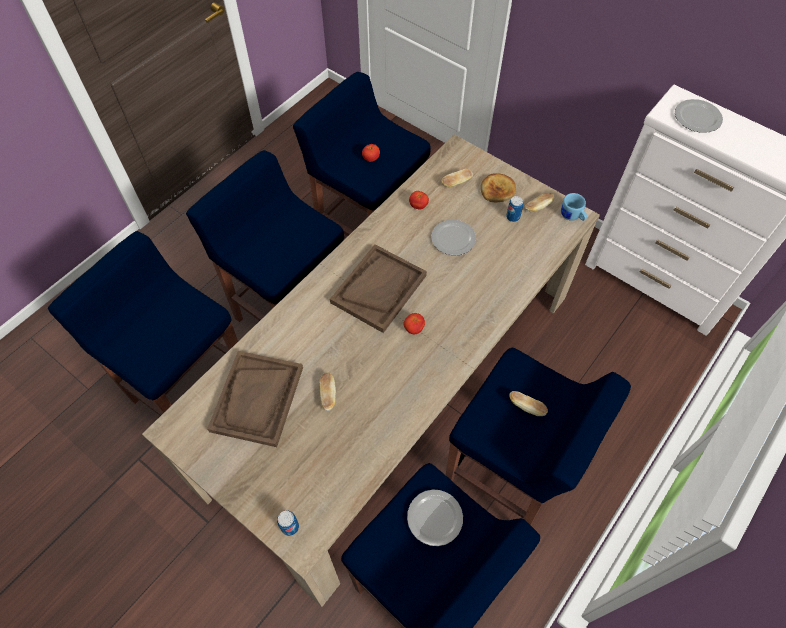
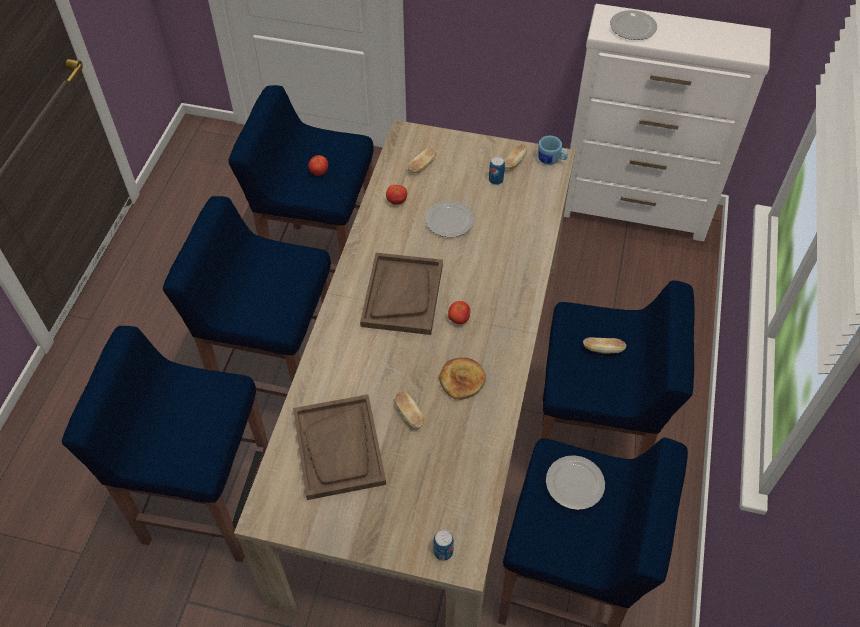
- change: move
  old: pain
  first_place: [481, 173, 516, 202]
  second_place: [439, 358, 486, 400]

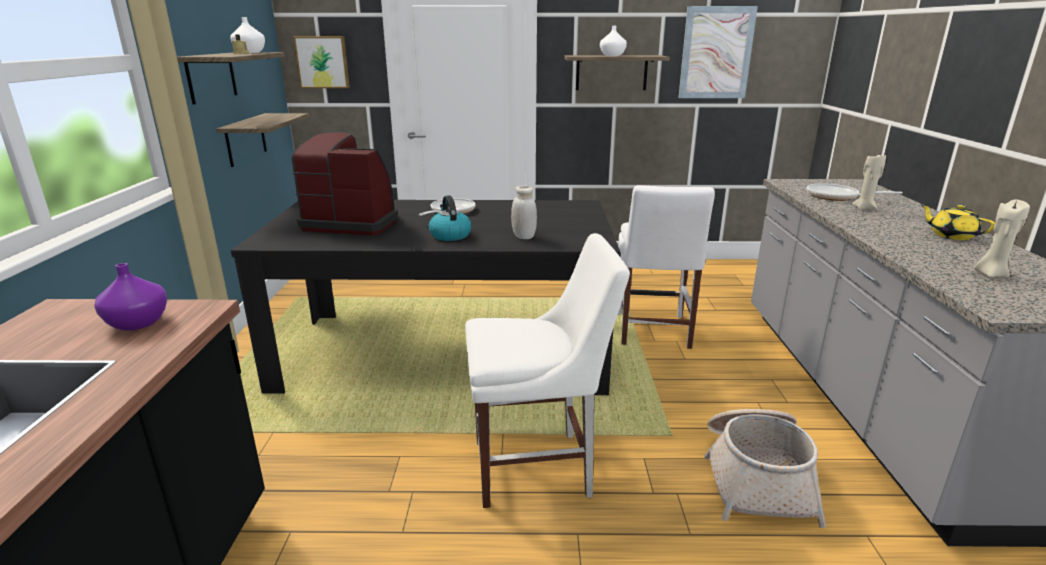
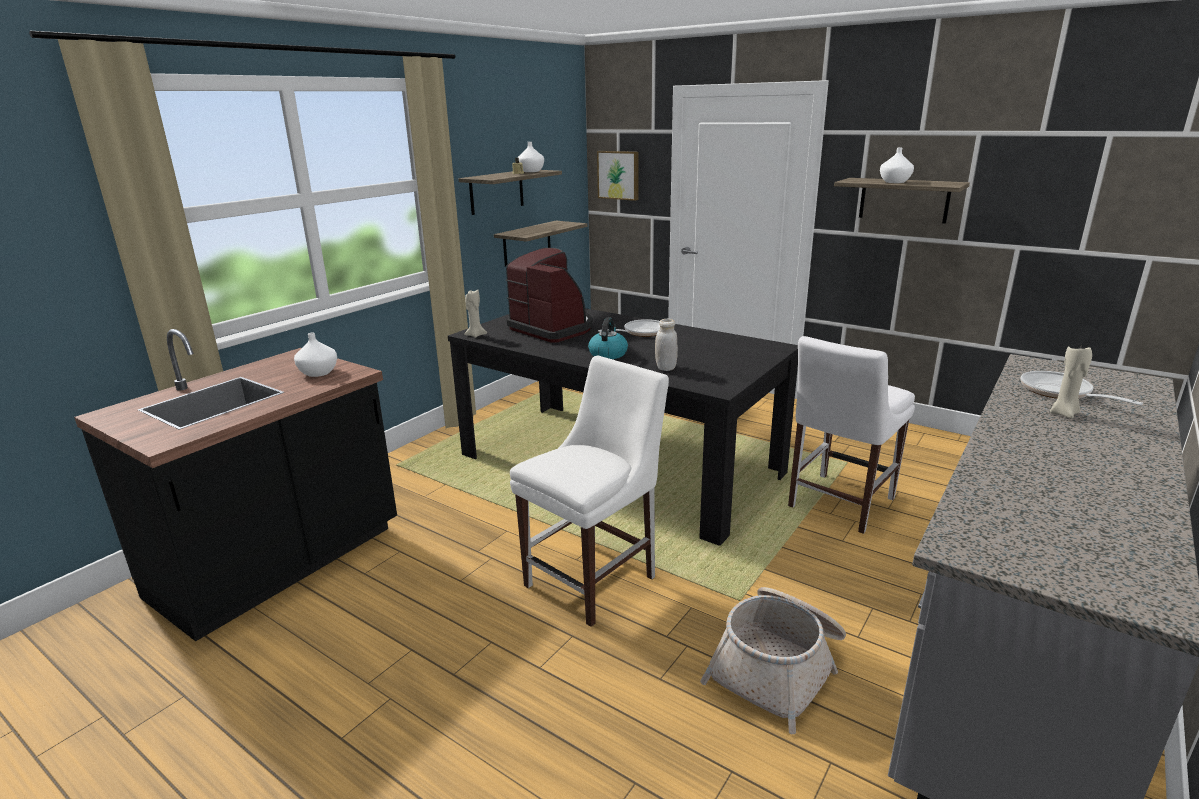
- change: delete
  old: tableau
  first_place: [679, 6, 758, 98]
- change: delete
  old: théière (jaune)
  first_place: [921, 205, 995, 240]
- change: move
  old: bougie (beige)
  first_place: [974, 199, 1030, 278]
  second_place: [464, 289, 487, 338]
- change: recolor
  old: vase (violet)
  new: vase (blanc)
  first_place: [94, 263, 167, 331]
  second_place: [294, 333, 337, 377]
- change: rotate
  old: chaise (blanc)
  first_place: [465, 233, 630, 508]
  second_place: [510, 356, 669, 627]
  degrees: -75

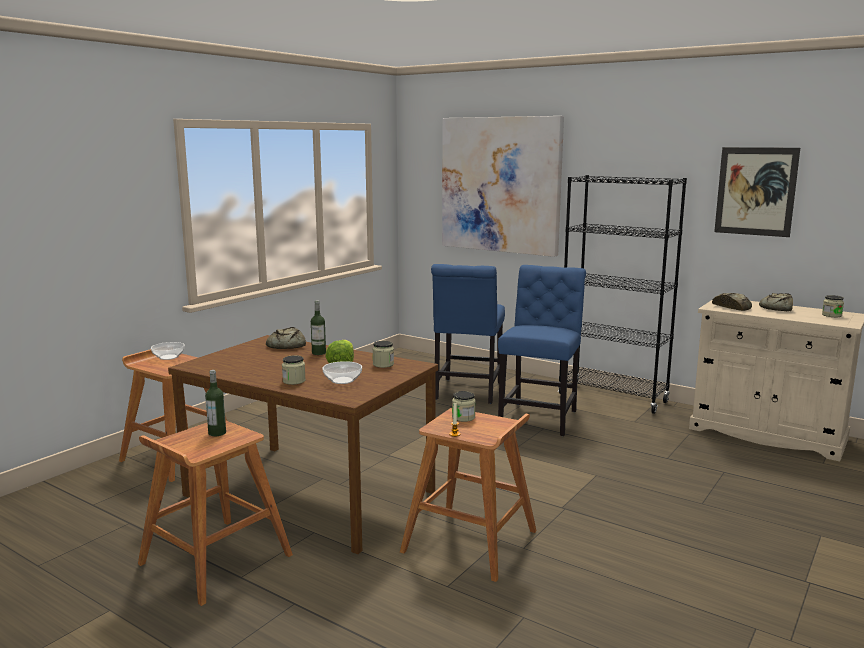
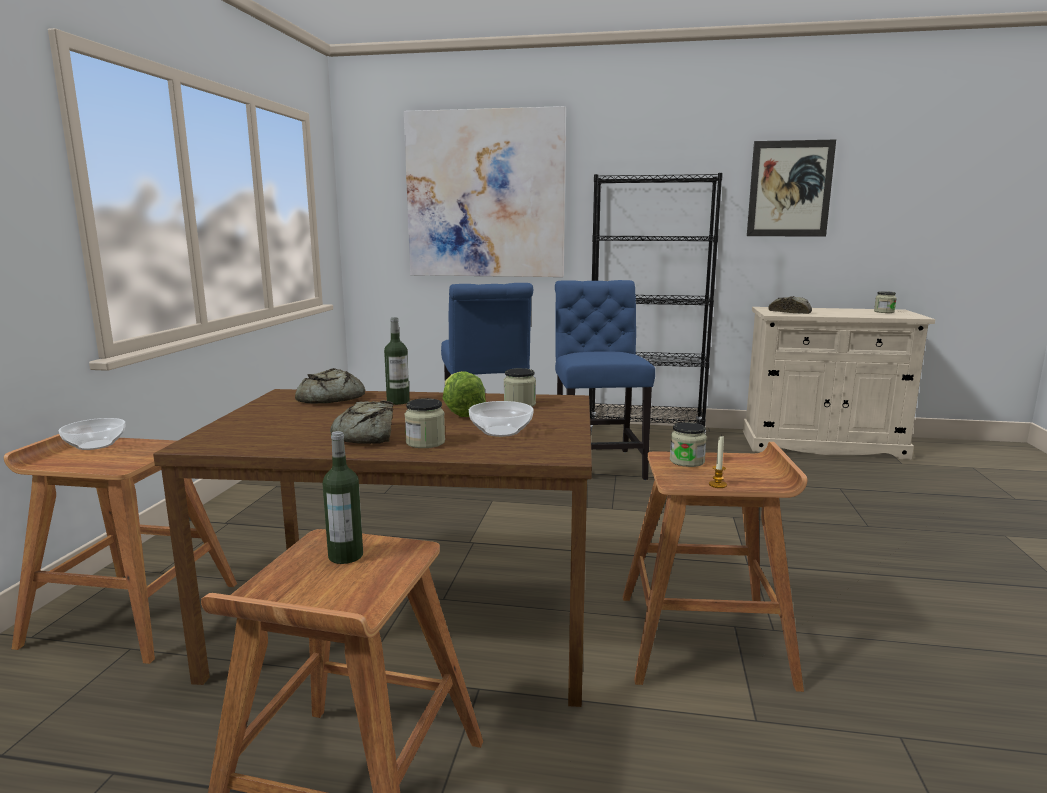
- change: move
  old: pain
  first_place: [759, 293, 793, 311]
  second_place: [330, 401, 394, 444]

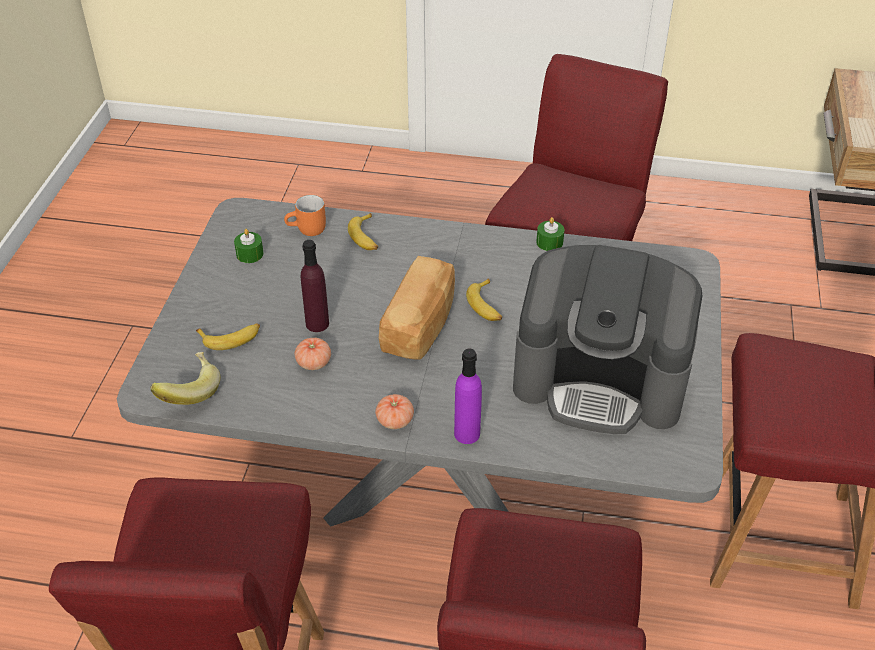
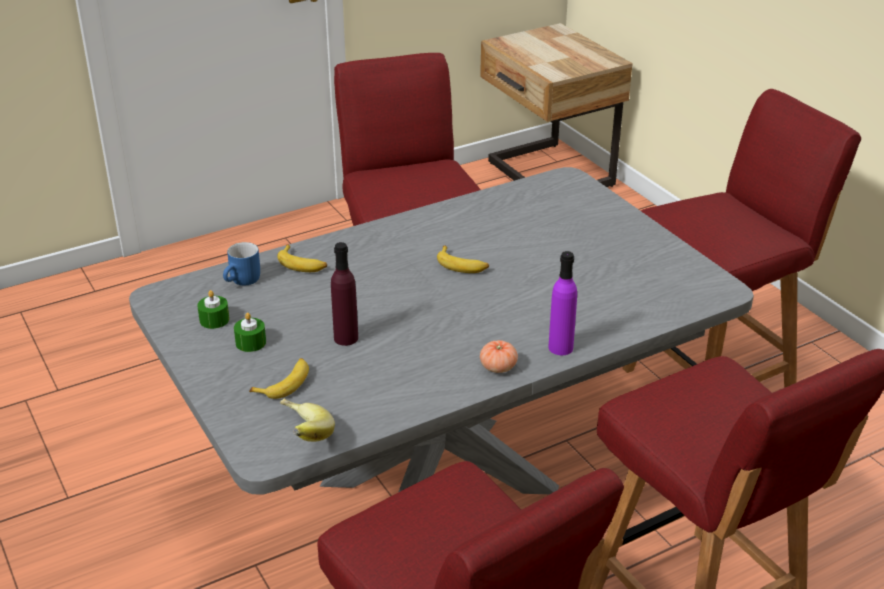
- change: delete
  old: tomate
  first_place: [295, 338, 331, 370]
- change: delete
  old: pain
  first_place: [379, 256, 455, 359]
- change: delete
  old: machine à café
  first_place: [513, 245, 702, 434]
- change: move
  old: bougie (vert)
  first_place: [536, 217, 565, 251]
  second_place: [234, 313, 266, 352]
- change: recolor
  old: mug (orange)
  new: mug (bleu)
  first_place: [284, 195, 326, 236]
  second_place: [223, 242, 260, 286]

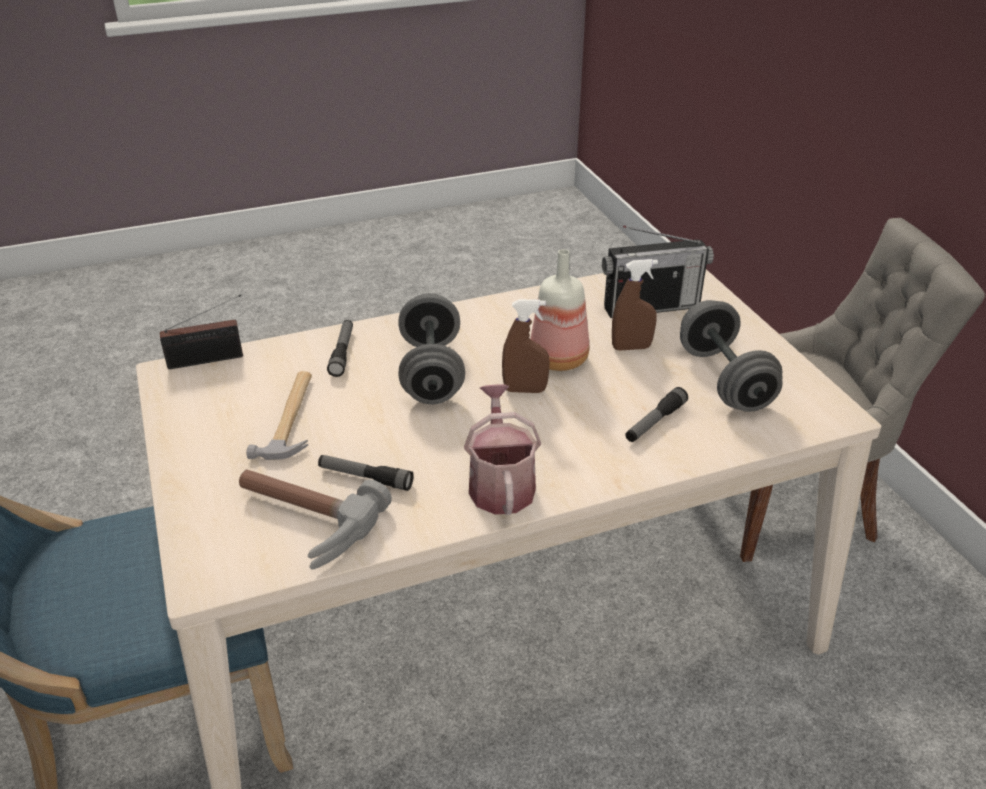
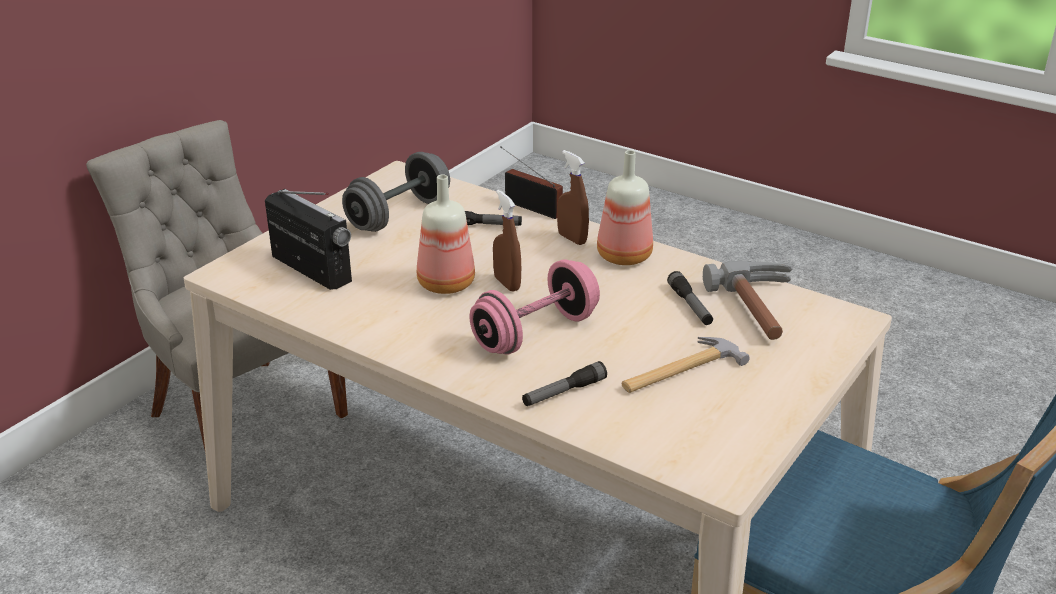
- change: move
  old: radio
  first_place: [160, 295, 243, 369]
  second_place: [500, 146, 563, 219]
- change: move
  old: vaporisateur (marron)
  first_place: [612, 259, 658, 351]
  second_place: [557, 150, 589, 245]
- change: replace
  old: arrosoir
  new: bouteille
  first_place: [464, 384, 541, 515]
  second_place: [597, 150, 653, 265]
- change: recolor
  old: haltère (gris)
  new: haltère (rose)
  first_place: [398, 293, 465, 404]
  second_place: [469, 259, 600, 354]

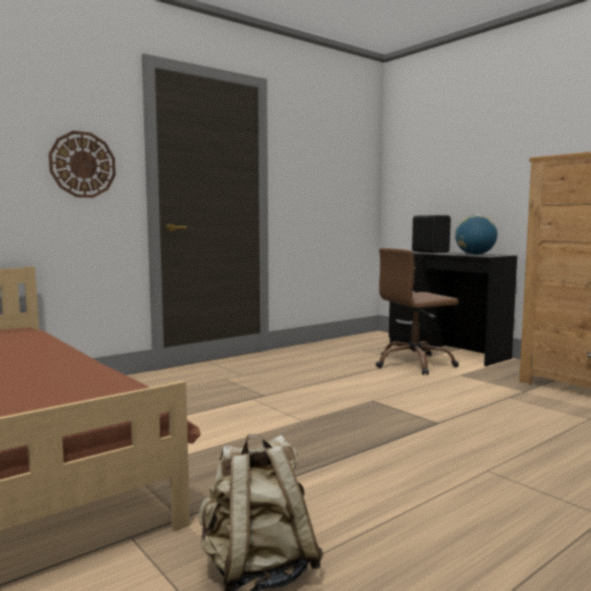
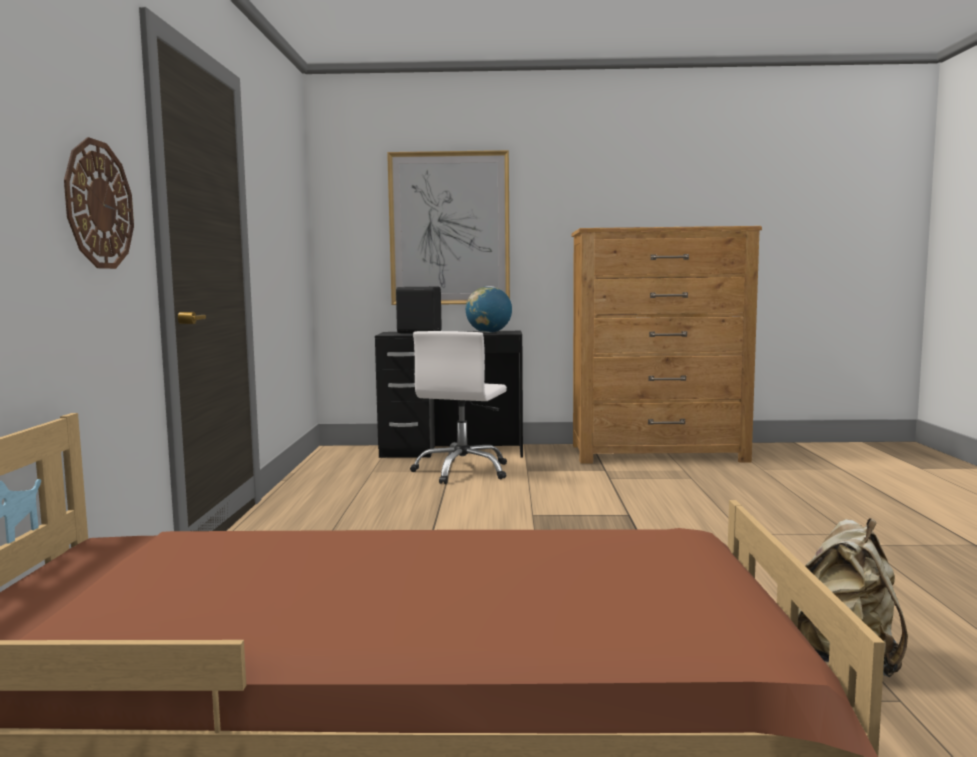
- change: insert
  new: tableau
  second_place: [387, 150, 510, 305]
- change: recolor
  old: chaise de bureau (marron)
  new: chaise de bureau (blanc)
  first_place: [376, 248, 459, 375]
  second_place: [410, 331, 507, 484]

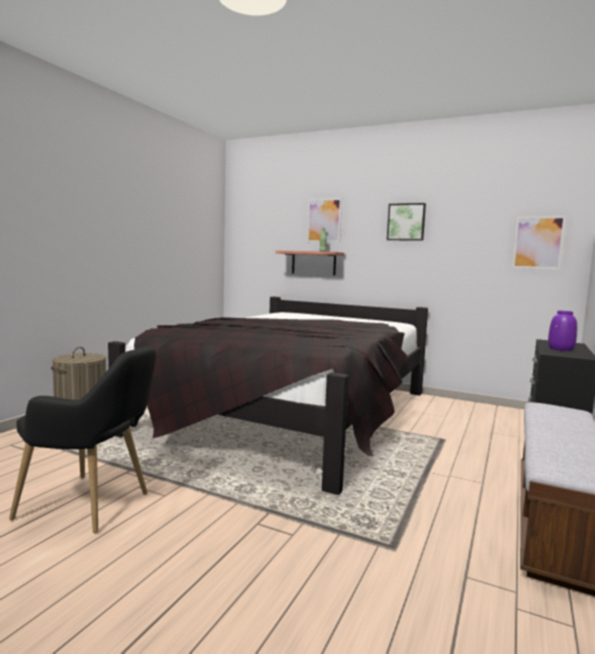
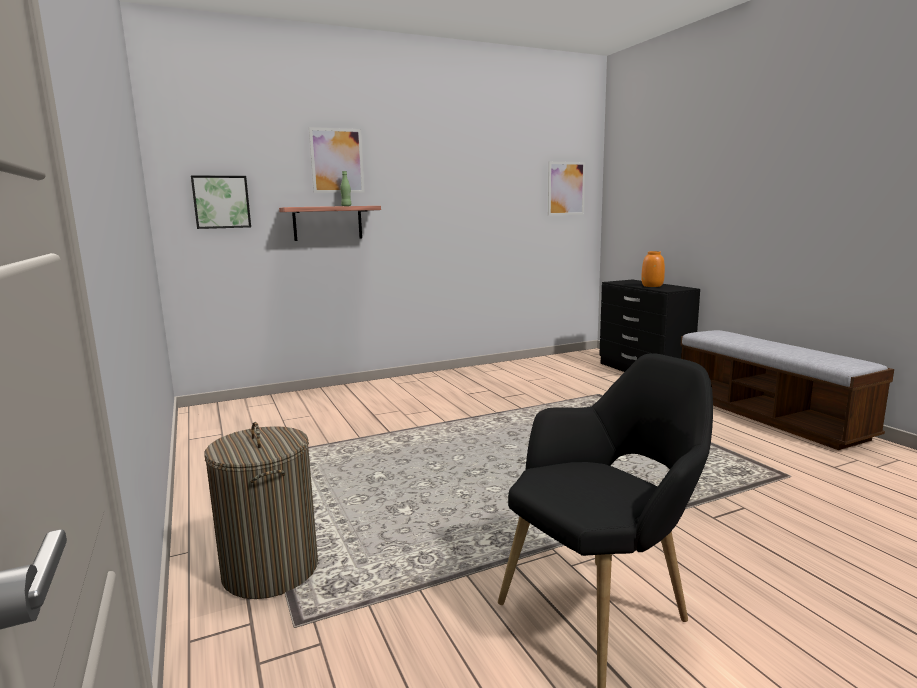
- change: delete
  old: lit (noir)
  first_place: [108, 297, 428, 495]
- change: move
  old: tableau
  first_place: [387, 203, 426, 241]
  second_place: [191, 176, 251, 229]
- change: recolor
  old: vase (violet)
  new: vase (orange)
  first_place: [548, 311, 577, 351]
  second_place: [641, 251, 665, 287]

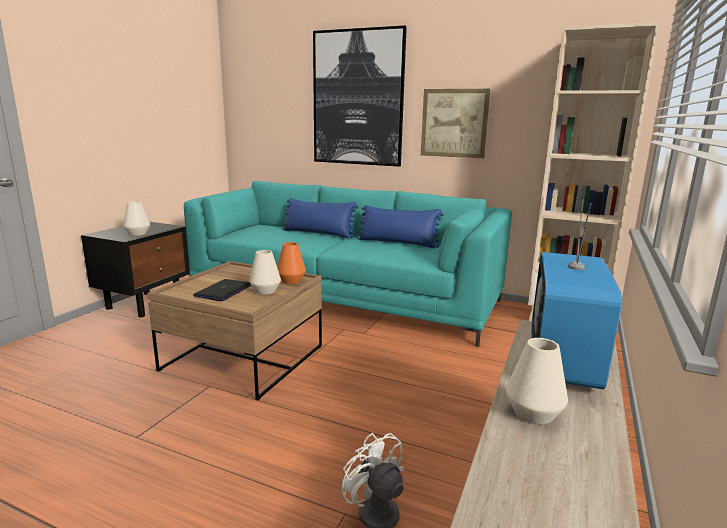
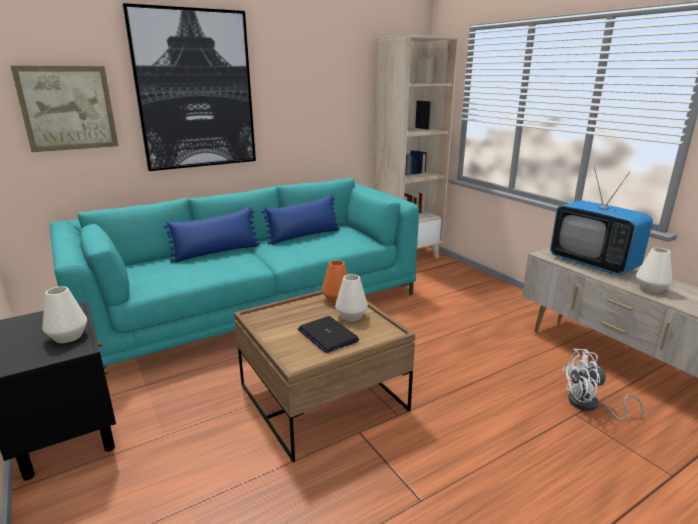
- change: move
  old: tableau
  first_place: [421, 89, 490, 158]
  second_place: [11, 66, 118, 152]

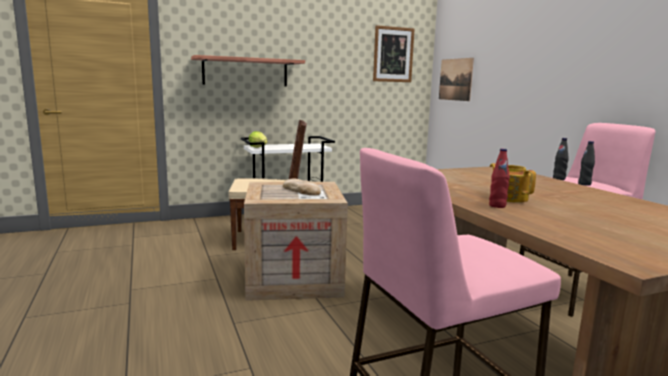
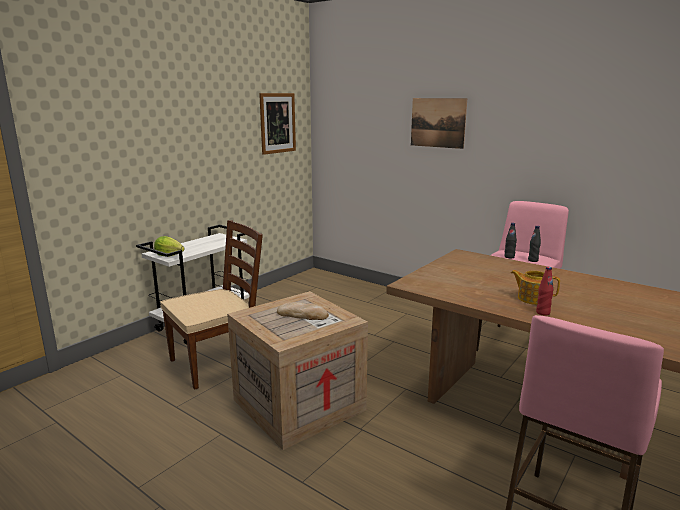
- change: delete
  old: étagère
  first_place: [191, 55, 305, 86]
- change: move
  old: tableau
  first_place: [439, 58, 474, 101]
  second_place: [411, 98, 467, 149]

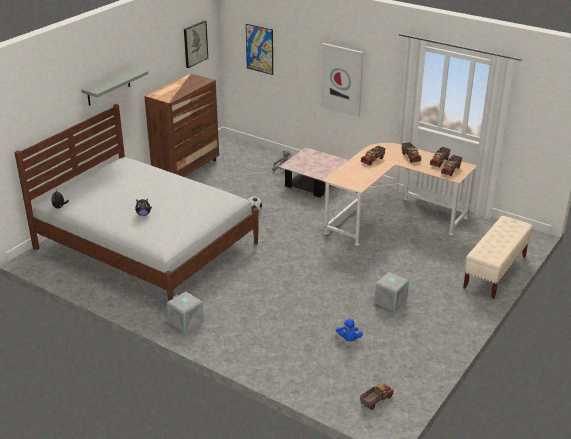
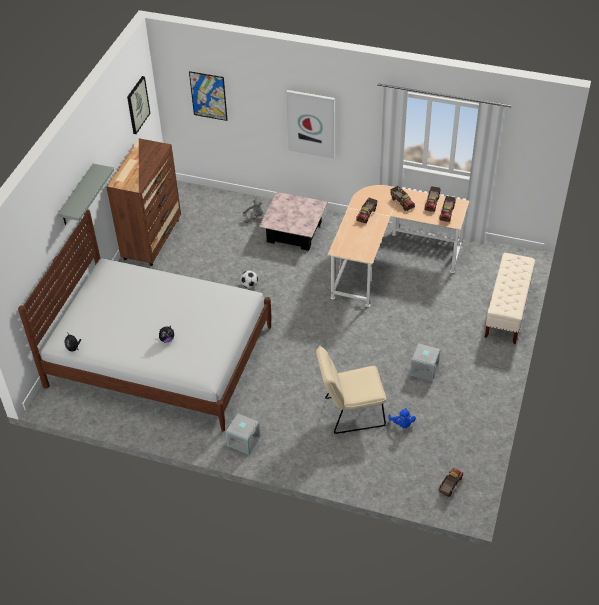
- change: insert
  new: chaise (beige)
  second_place: [316, 346, 387, 434]

